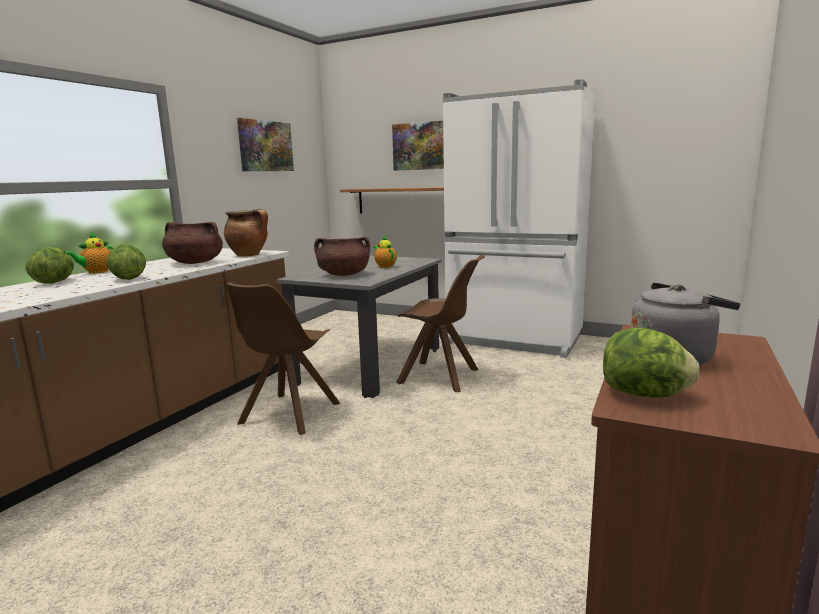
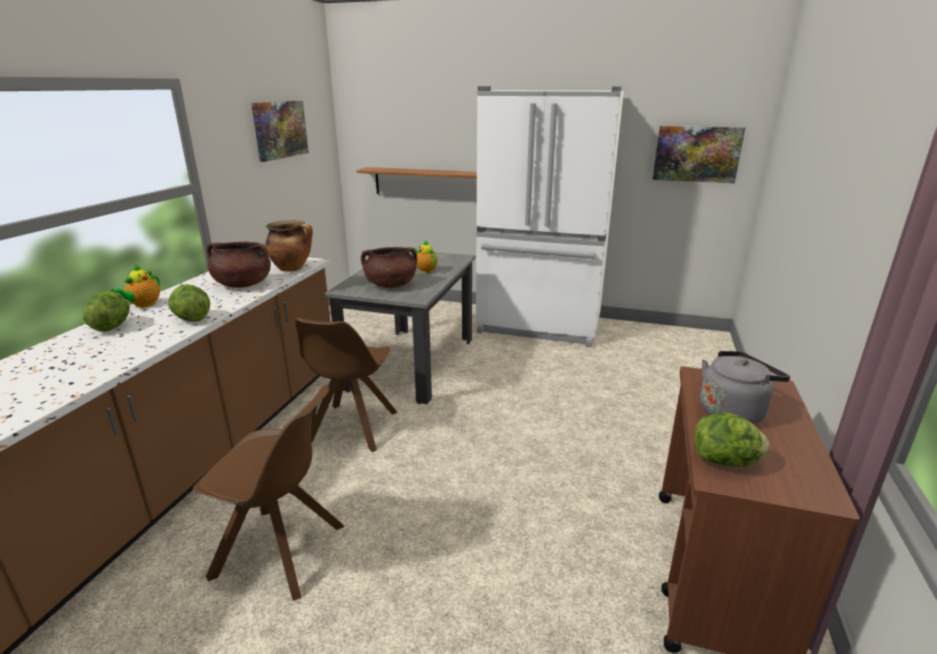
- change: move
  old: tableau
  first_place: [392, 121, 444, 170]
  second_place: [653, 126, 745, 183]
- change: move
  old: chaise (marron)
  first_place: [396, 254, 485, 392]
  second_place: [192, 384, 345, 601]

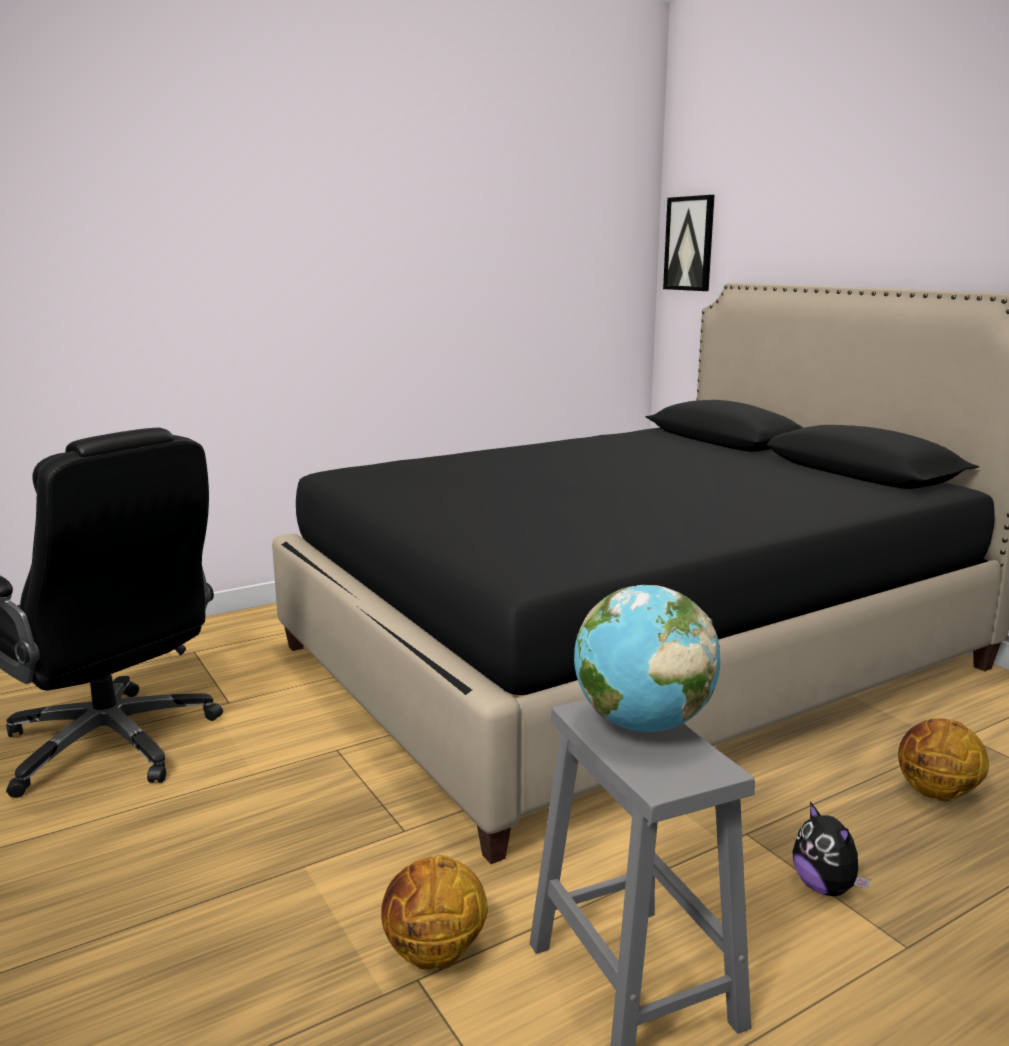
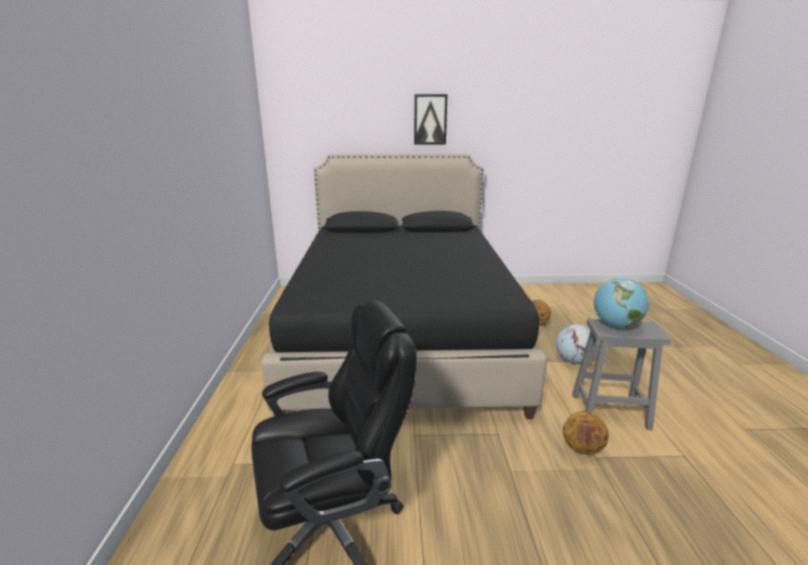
- change: move
  old: tableau
  first_place: [663, 195, 715, 291]
  second_place: [414, 94, 448, 145]
- change: replace
  old: peluche
  new: globe
  first_place: [792, 802, 870, 896]
  second_place: [556, 325, 598, 364]

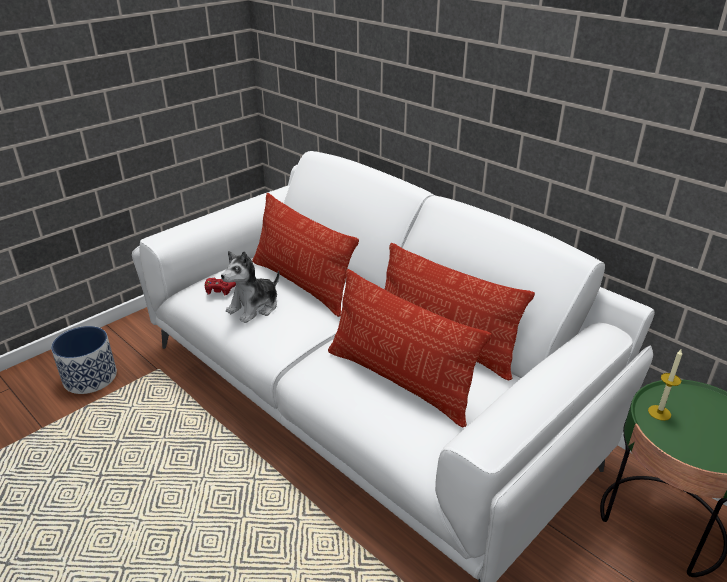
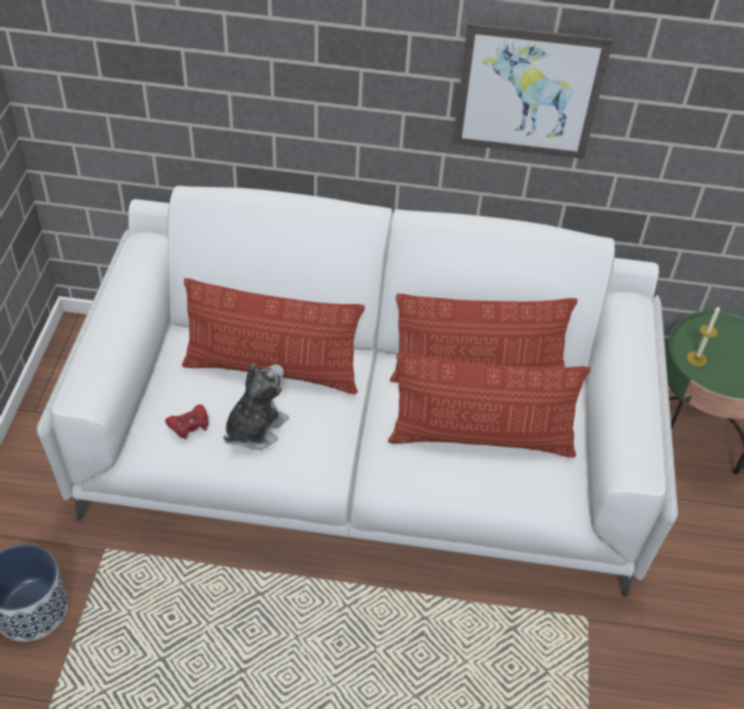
- change: insert
  new: tableau
  second_place: [453, 23, 613, 159]
- change: rotate
  old: peluche
  first_place: [221, 251, 279, 323]
  second_place: [224, 363, 289, 450]
  degrees: -150

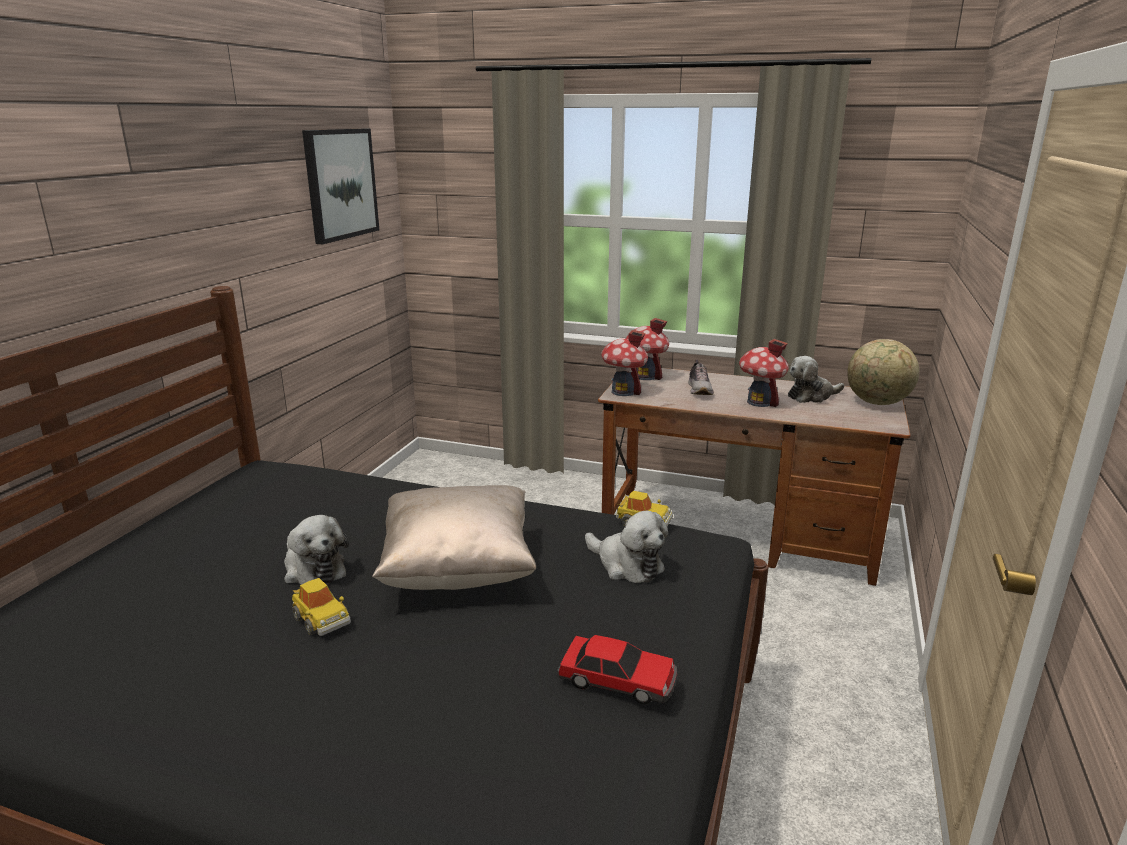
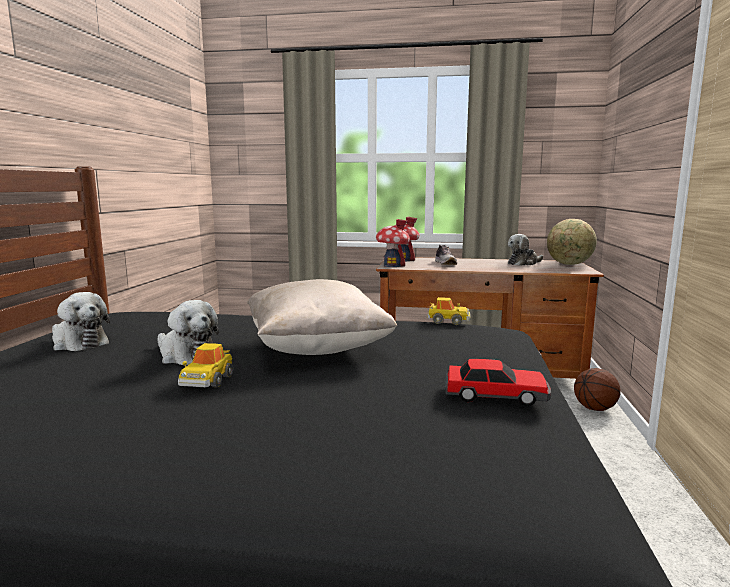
- change: delete
  old: tableau
  first_place: [302, 129, 379, 244]
- change: delete
  old: maison miniature
  first_place: [739, 339, 789, 407]
- change: insert
  new: ballon de basket
  second_place: [574, 368, 620, 411]
- change: move
  old: peluche
  first_place: [585, 511, 668, 583]
  second_place: [52, 292, 110, 351]
- change: rotate
  old: petite voiture
  first_place: [292, 578, 351, 636]
  second_place: [178, 343, 233, 387]
  degrees: 60

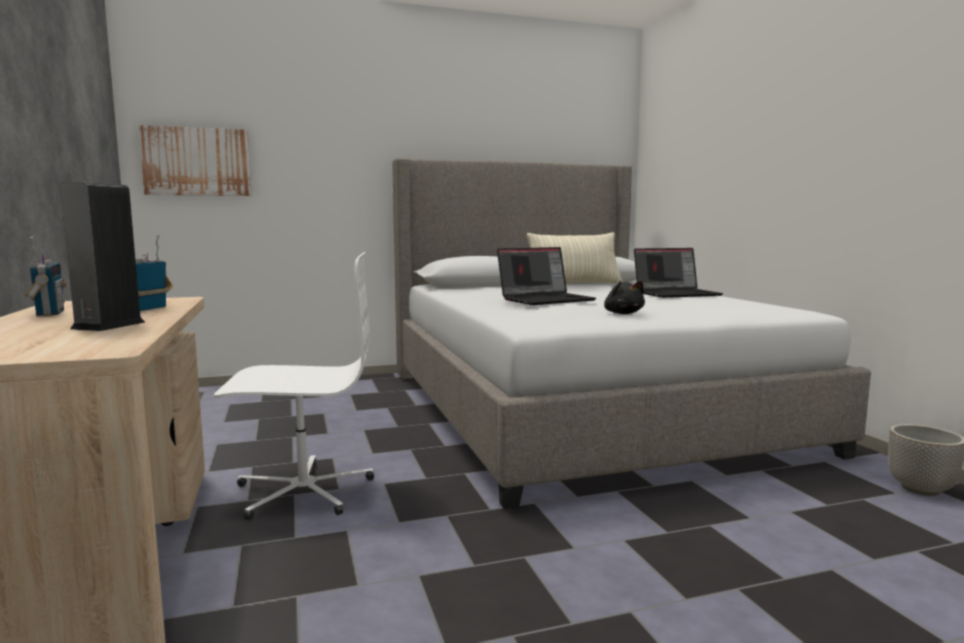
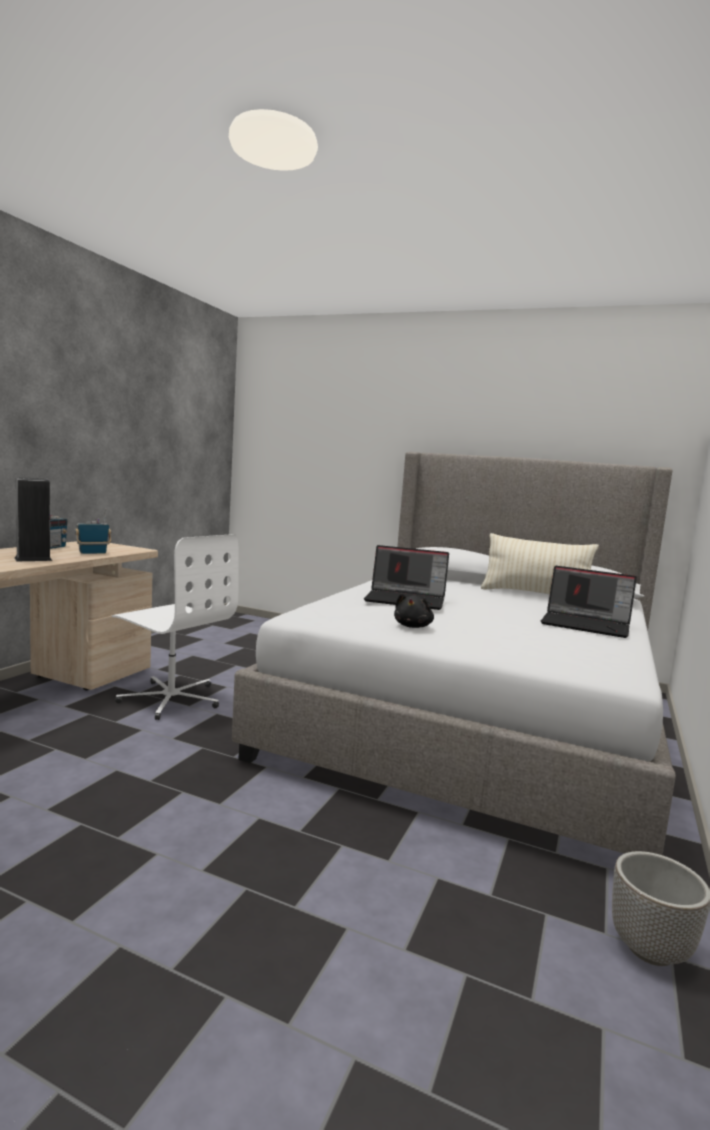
- change: delete
  old: tableau
  first_place: [138, 125, 252, 196]

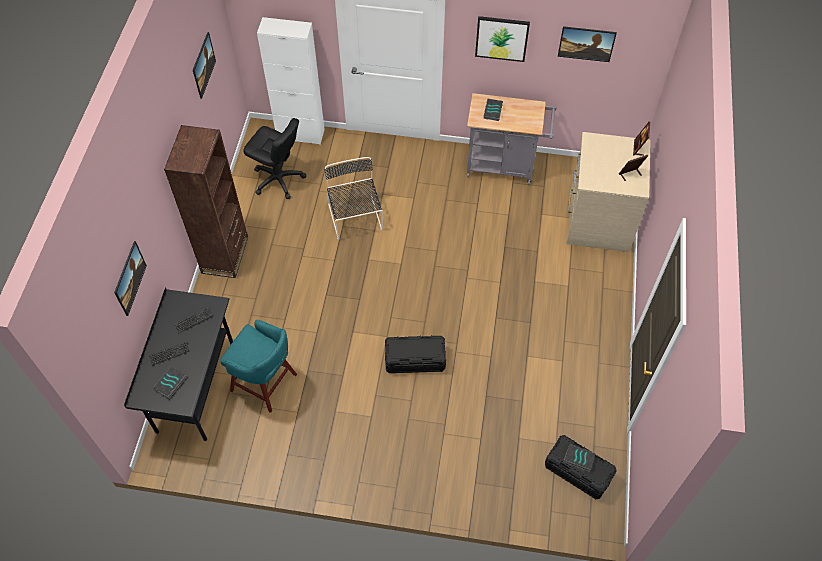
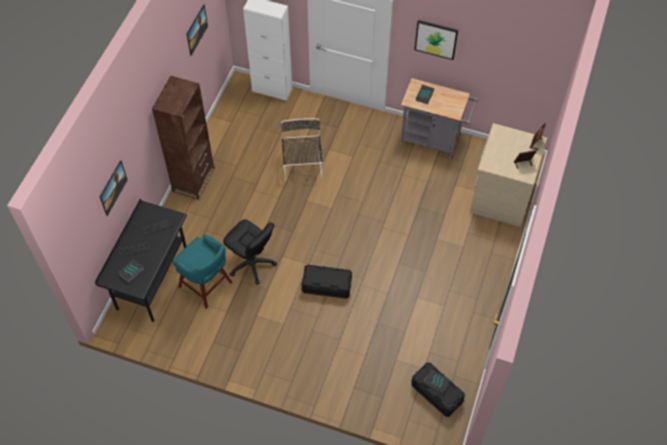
- change: delete
  old: tableau
  first_place: [558, 26, 617, 62]
- change: move
  old: chaise de bureau (noir)
  first_place: [244, 118, 306, 199]
  second_place: [223, 219, 277, 285]

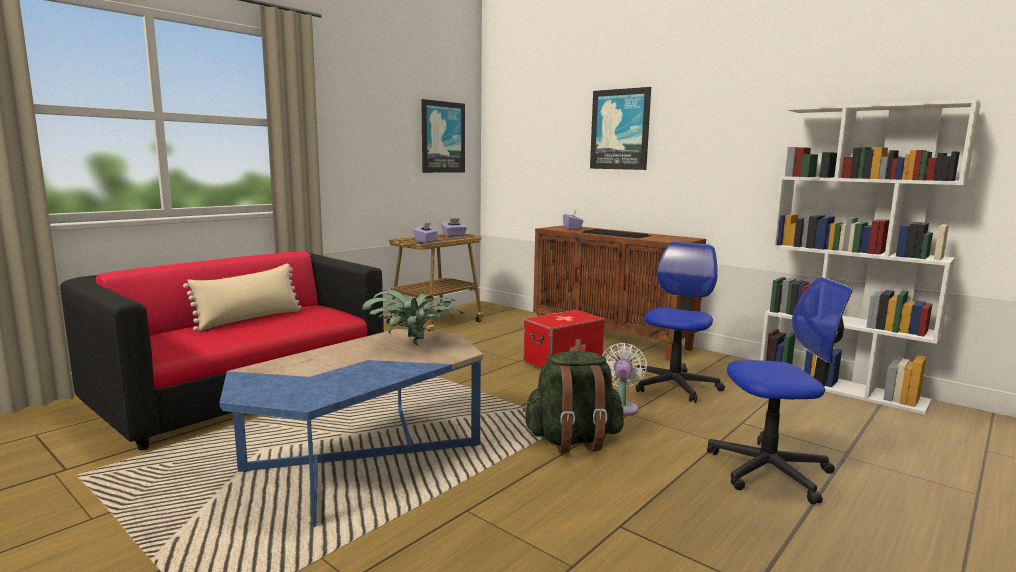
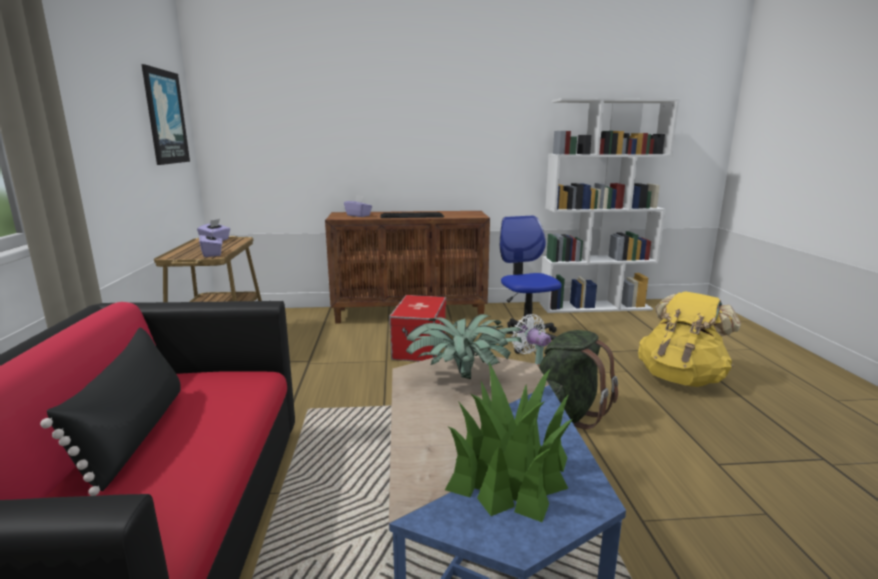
- change: delete
  old: tableau
  first_place: [590, 87, 651, 170]
- change: insert
  new: plante en pot
  second_place: [445, 363, 573, 522]
- change: replace
  old: chaise de bureau
  new: sac à dos (jaune)
  first_place: [707, 277, 853, 504]
  second_place: [638, 291, 741, 387]
- change: recolor
  old: coussin (beige)
  new: coussin (noir)
  first_place: [183, 264, 302, 331]
  second_place: [40, 328, 181, 496]

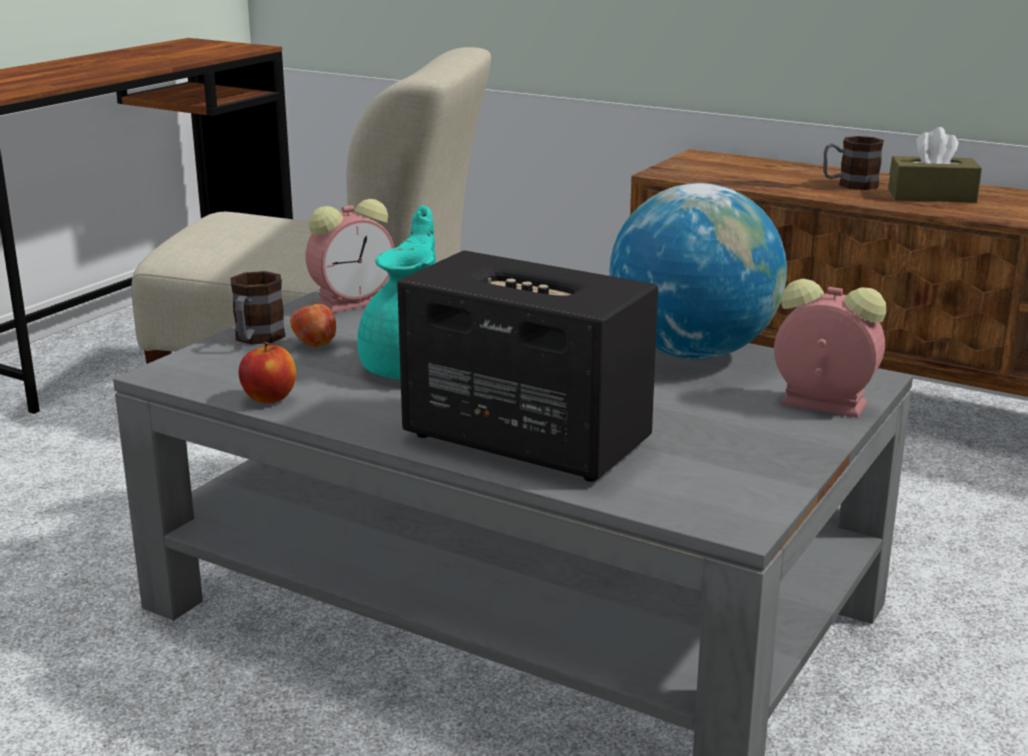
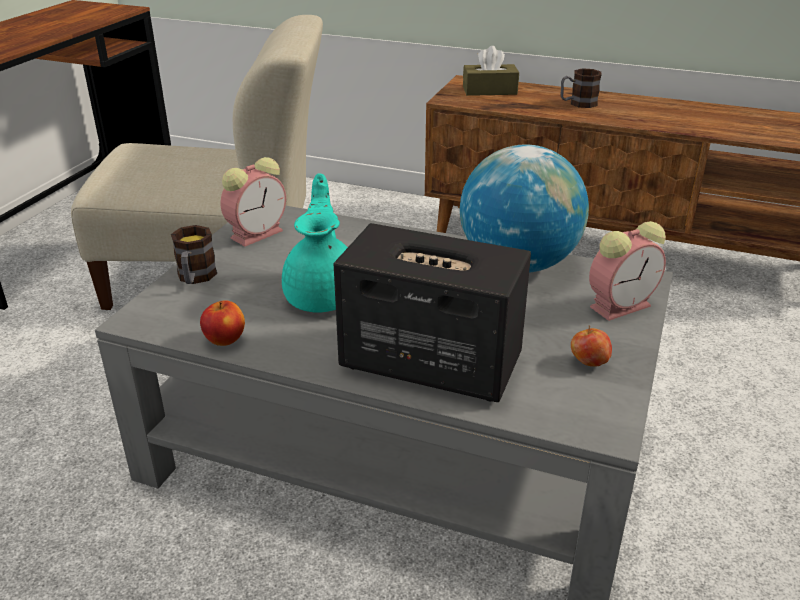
- change: move
  old: pomme
  first_place: [290, 299, 336, 347]
  second_place: [571, 326, 612, 367]
- change: move
  old: boîte à mouchoirs (marron)
  first_place: [888, 127, 982, 203]
  second_place: [463, 46, 519, 96]
- change: rotate
  old: réveil
  first_place: [774, 279, 886, 418]
  second_place: [589, 221, 666, 321]
  degrees: 135

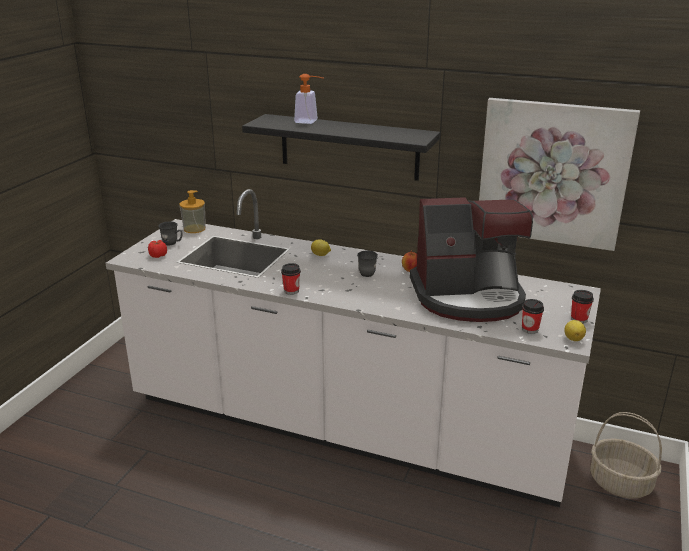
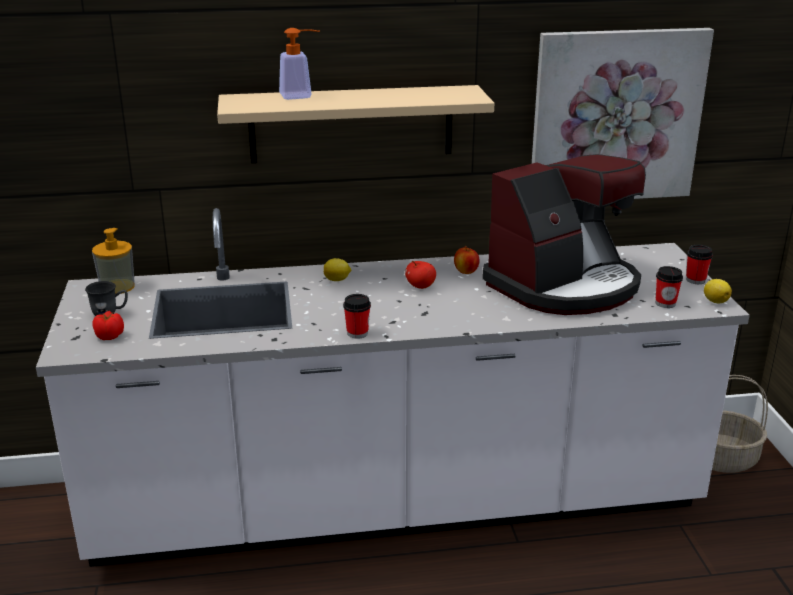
- change: replace
  old: mug (gris)
  new: pomme
  first_place: [357, 251, 378, 277]
  second_place: [405, 261, 436, 289]
- change: recolor
  old: étagère (noir)
  new: étagère (beige)
  first_place: [242, 114, 441, 181]
  second_place: [217, 85, 494, 163]

